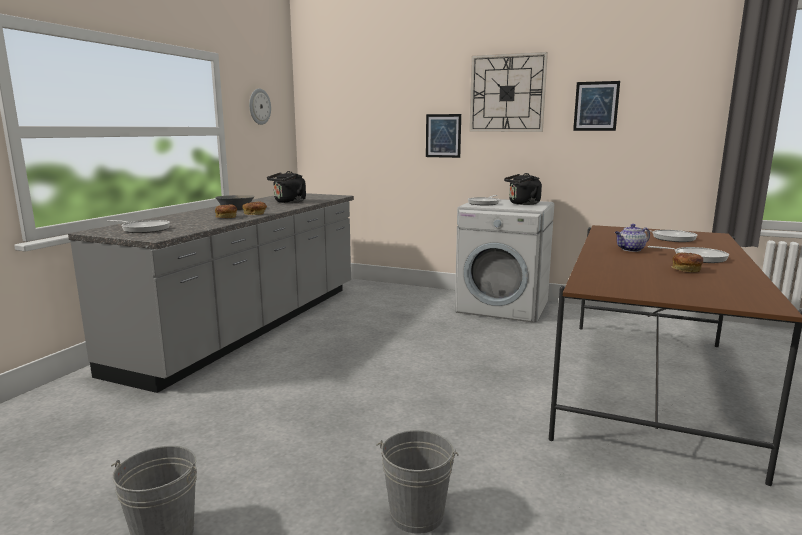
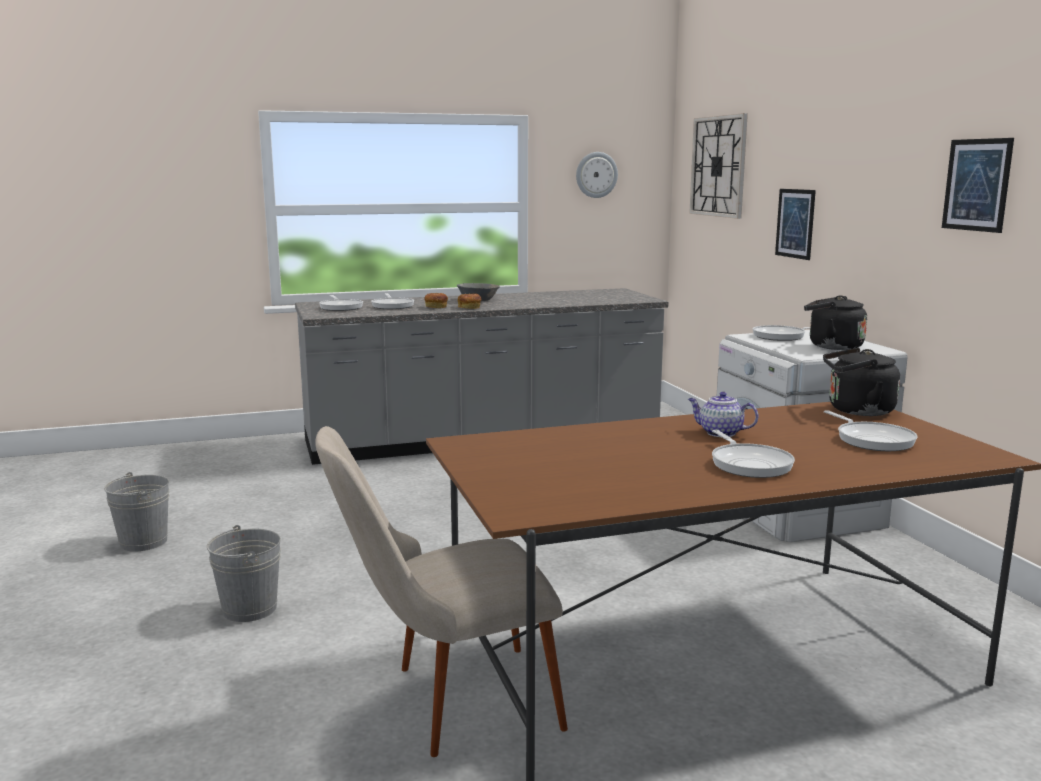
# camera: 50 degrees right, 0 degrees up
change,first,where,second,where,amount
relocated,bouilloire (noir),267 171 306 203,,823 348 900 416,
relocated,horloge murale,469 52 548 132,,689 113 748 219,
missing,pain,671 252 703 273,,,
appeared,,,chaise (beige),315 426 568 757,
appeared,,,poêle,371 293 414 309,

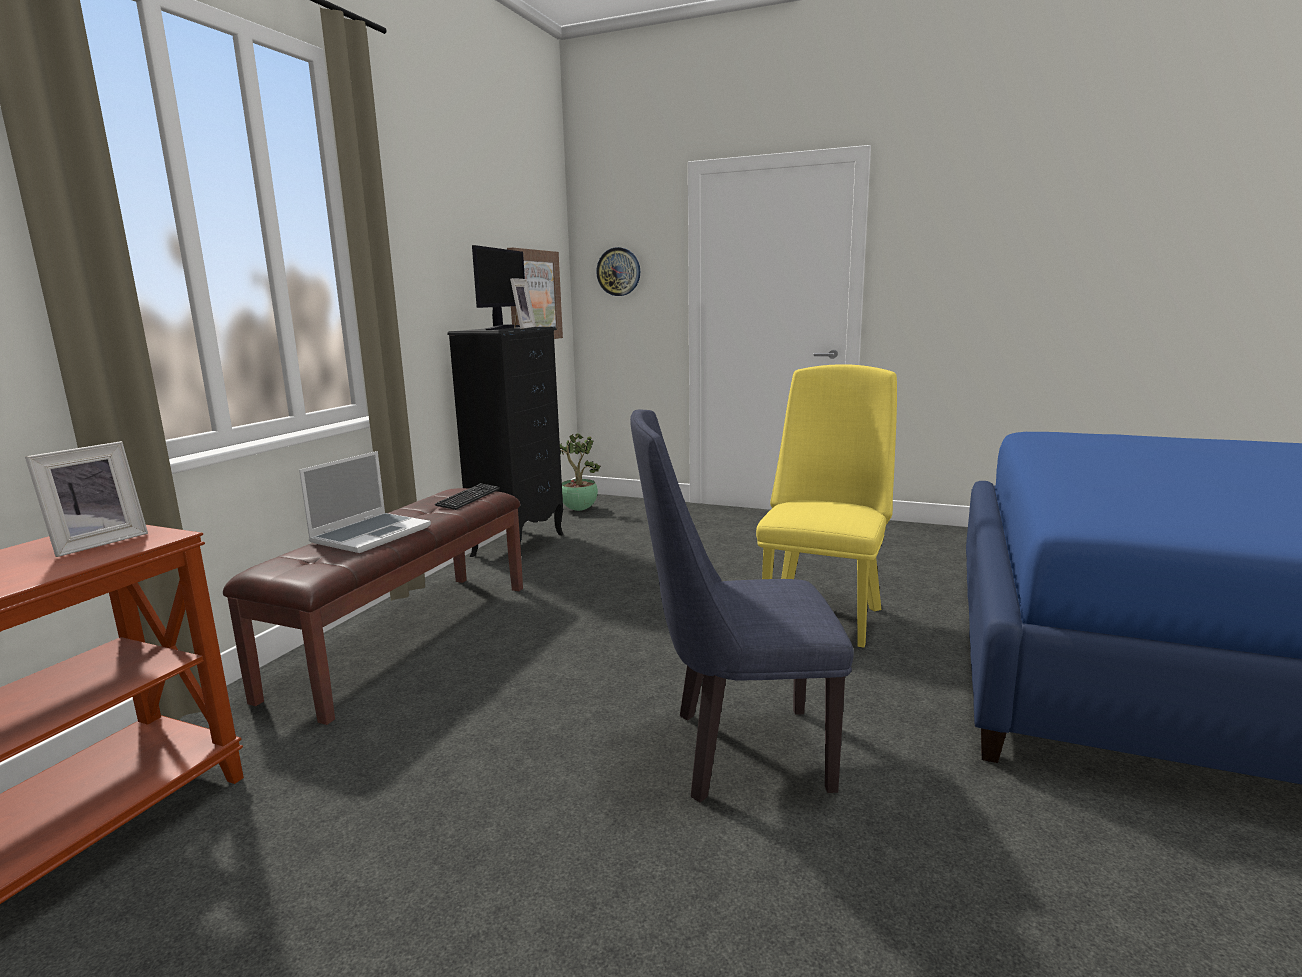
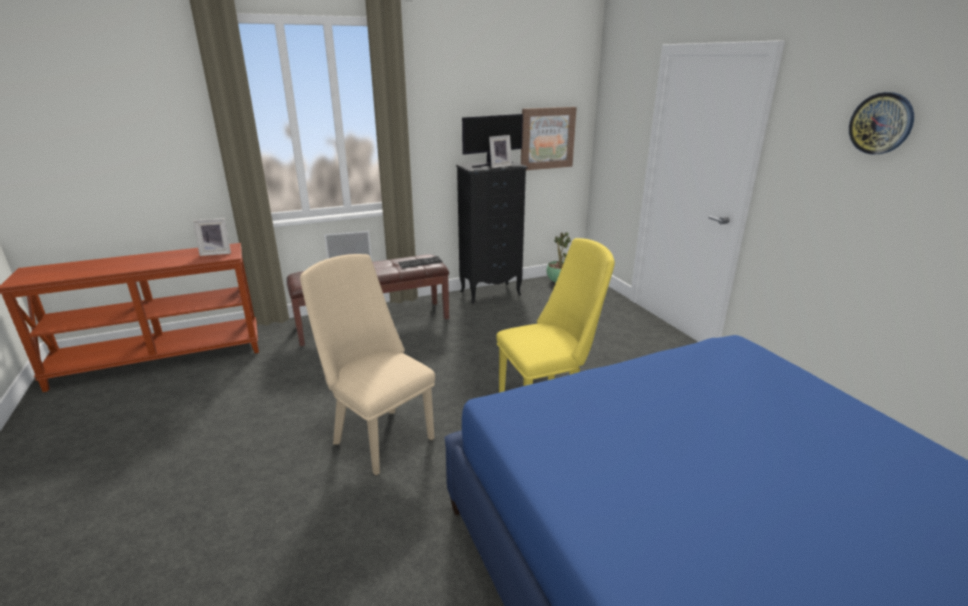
# camera: 45 degrees right, 10 degrees up
change,first,where,second,where,amount
relocated,horloge murale,596 247 640 296,,849 92 914 155,
colour,chaise (bleu),630 410 854 803,chaise (beige),300 254 435 475,

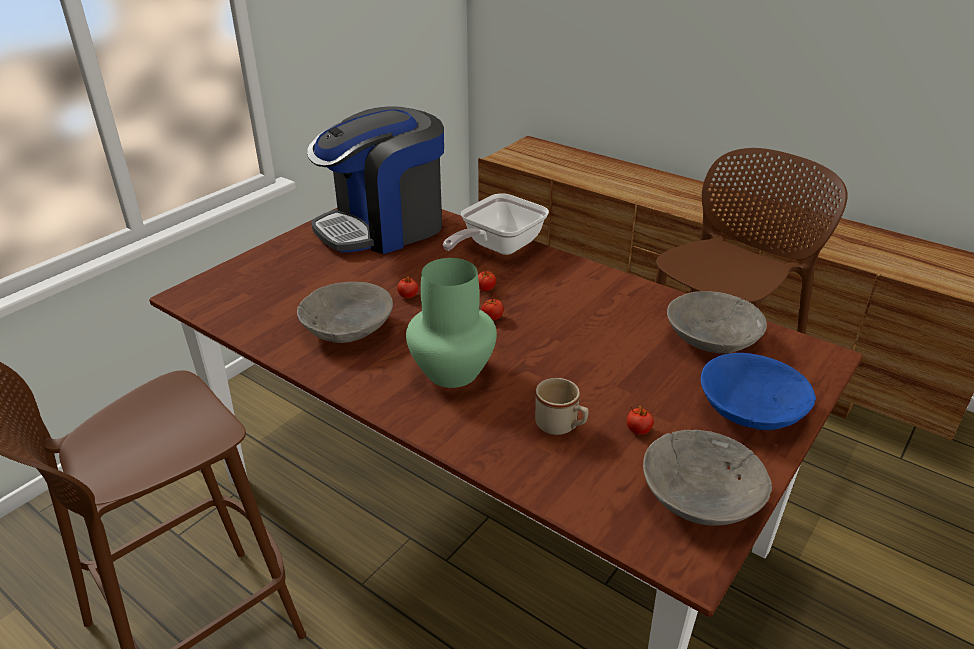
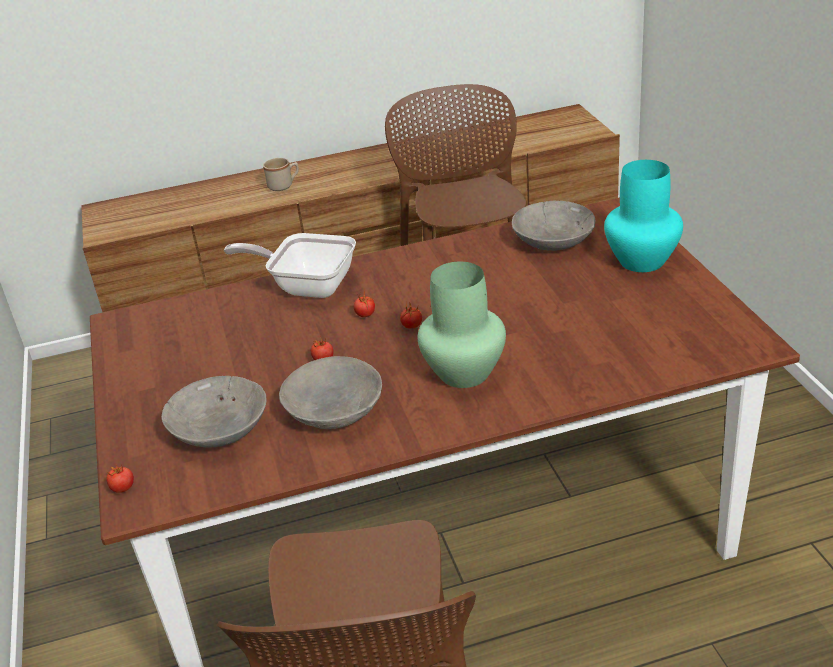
# camera: 50 degrees left, 0 degrees up
change,first,where,second,where,amount
missing,machine à café,307 106 444 254,,,
spun,poêle,443 193 549 255,,224 233 356 298,120 degrees clockwise
relocated,mug (beige),535 378 589 435,,263 158 299 191,
relocated,tomate,627 406 654 435,,106 464 134 493,
relocated,bol (gris),643 430 772 526,,161 376 266 447,
exchanged,bol (bleu),701 353 816 430,vase (turquoise),604 160 683 272,

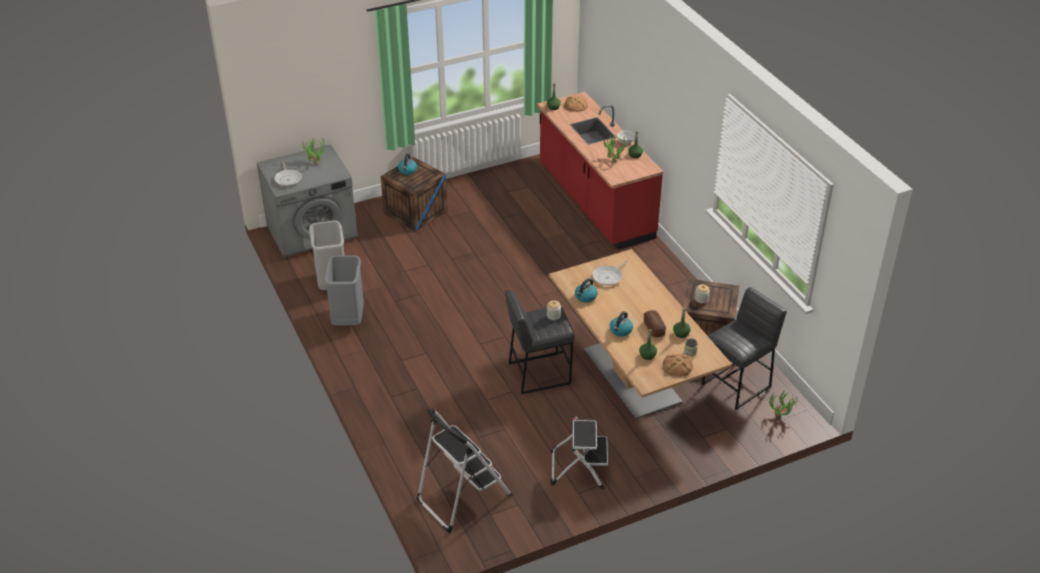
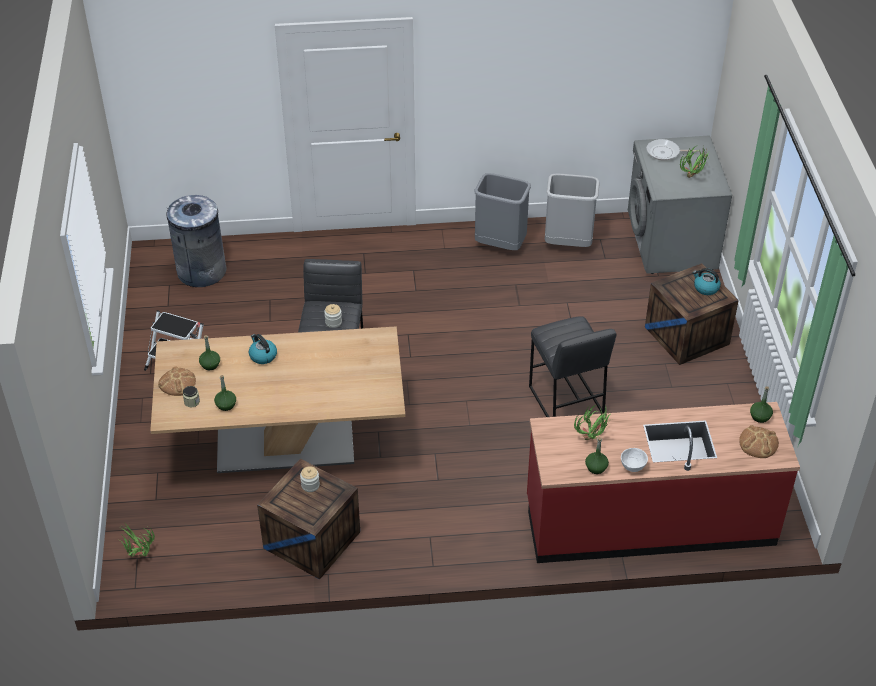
# camera: 110 degrees right, 5 degrees up
change,first,where,second,where,amount
exchanged,escabeau,417 409 512 533,poubelle (gris),166 195 226 287,
missing,bouilloire,575 278 597 303,,,
missing,poêle,592 261 628 286,,,
missing,pain,644 310 666 338,,,
relocated,tabouret (gris),702 287 787 410,,529 316 617 417,

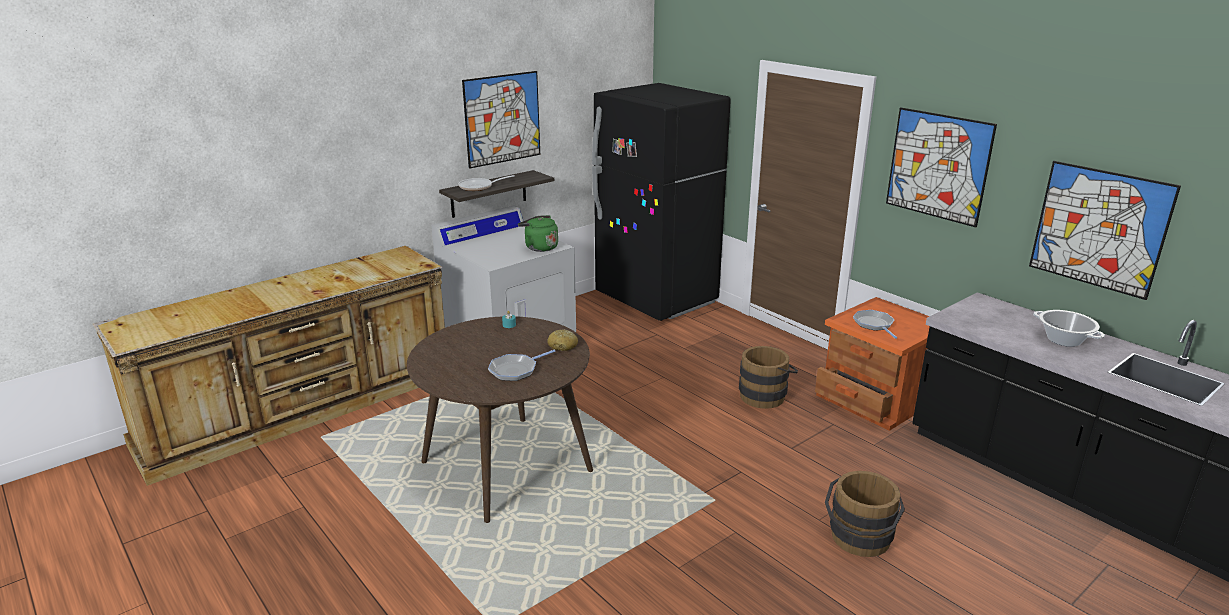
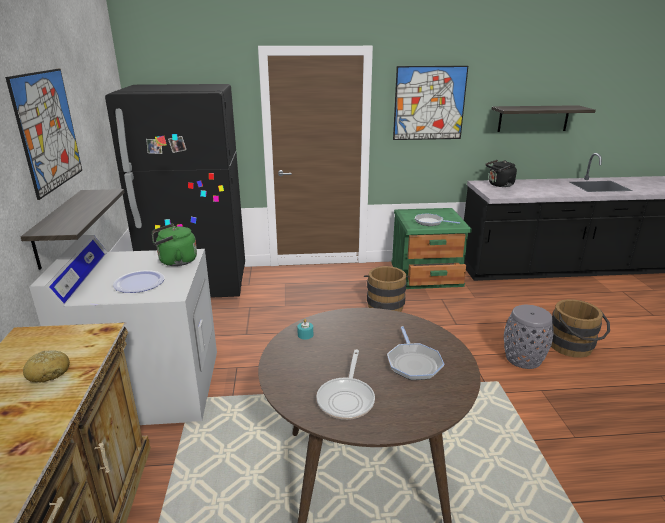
# camera: 55 degrees left, 0 degrees up
change,first,where,second,where,amount
relocated,poêle,459 175 515 191,,316 350 375 420,
relocated,pain,547 329 578 351,,23 350 70 382,
colour,table de chevet (orange),815 297 930 431,table de chevet (vert),391 208 472 289,
exchanged,tableau,1029 161 1181 300,étagère,492 105 596 132,
missing,marmite,1033 310 1105 347,,,
appeared,,,assiette,113 270 165 293,
appeared,,,bouilloire (noir),486 160 517 187,
appeared,,,tabouret (gris),504 305 553 369,

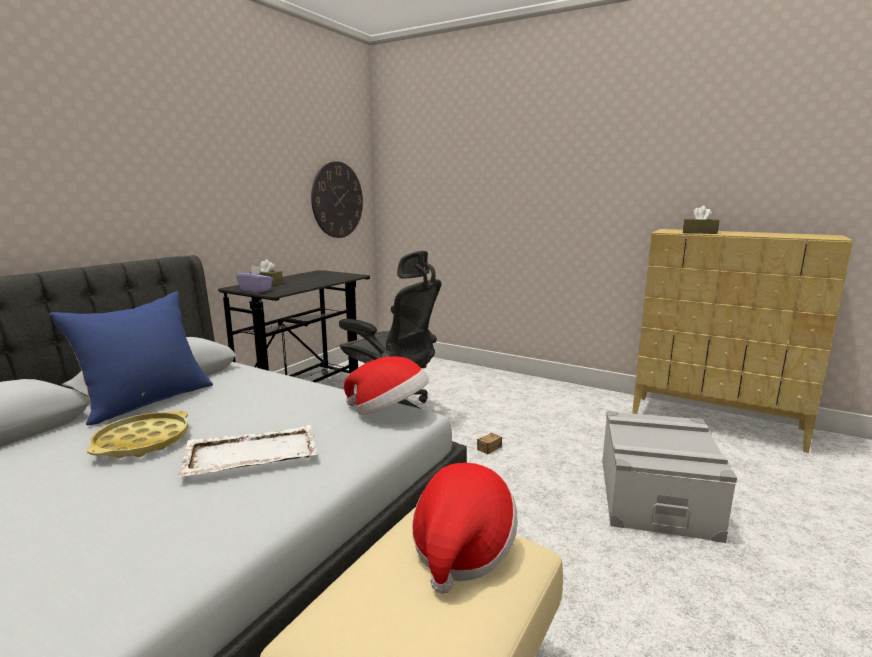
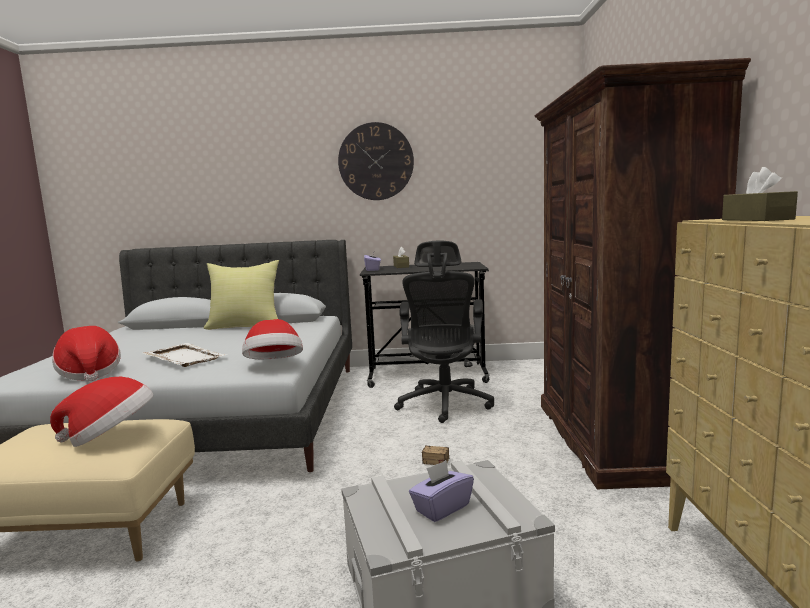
# camera: 60 degrees right, 5 degrees down
change,first,where,second,where,amount
colour,coussin (bleu),49 291 213 425,coussin (jaune),204 260 279 330,
missing,plateau (jaune),87 410 188 458,,,
relocated,horloge murale,311 161 363 238,,338 122 414 200,
appeared,,,chapeau,52 326 121 381,
appeared,,,boîte à mouchoirs (violet),409 460 474 522,
appeared,,,armoire (marron),535 58 751 489,

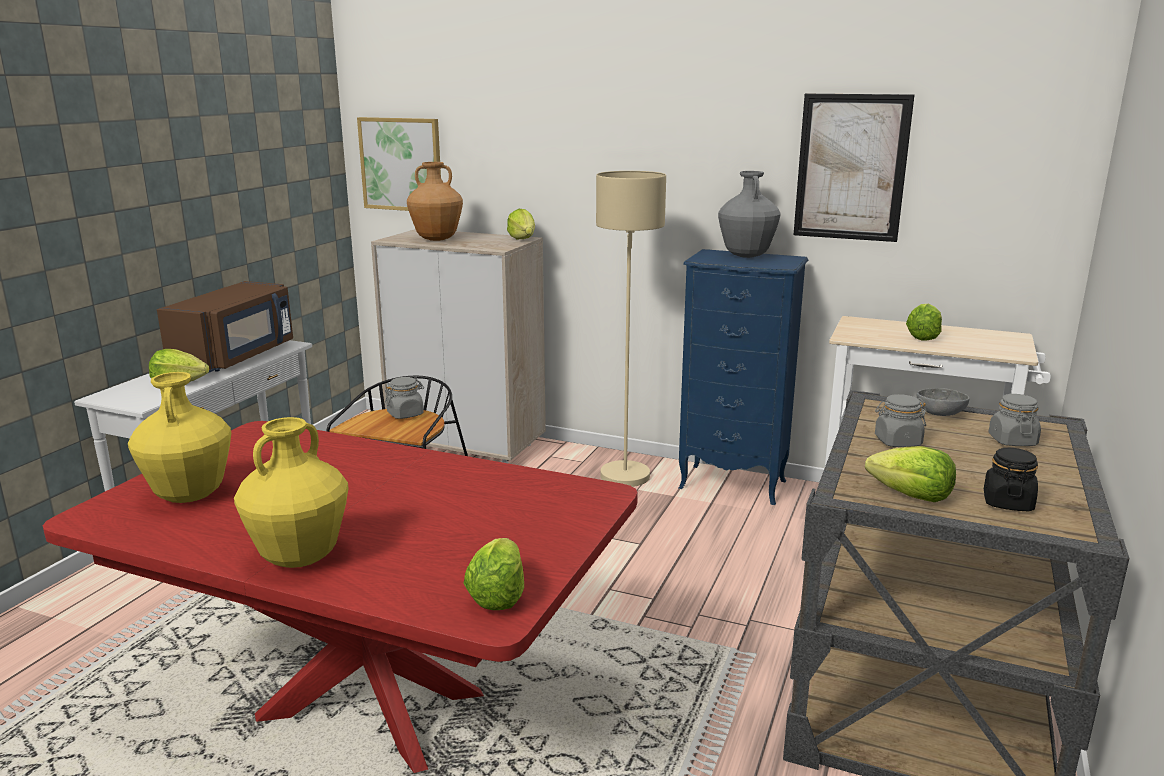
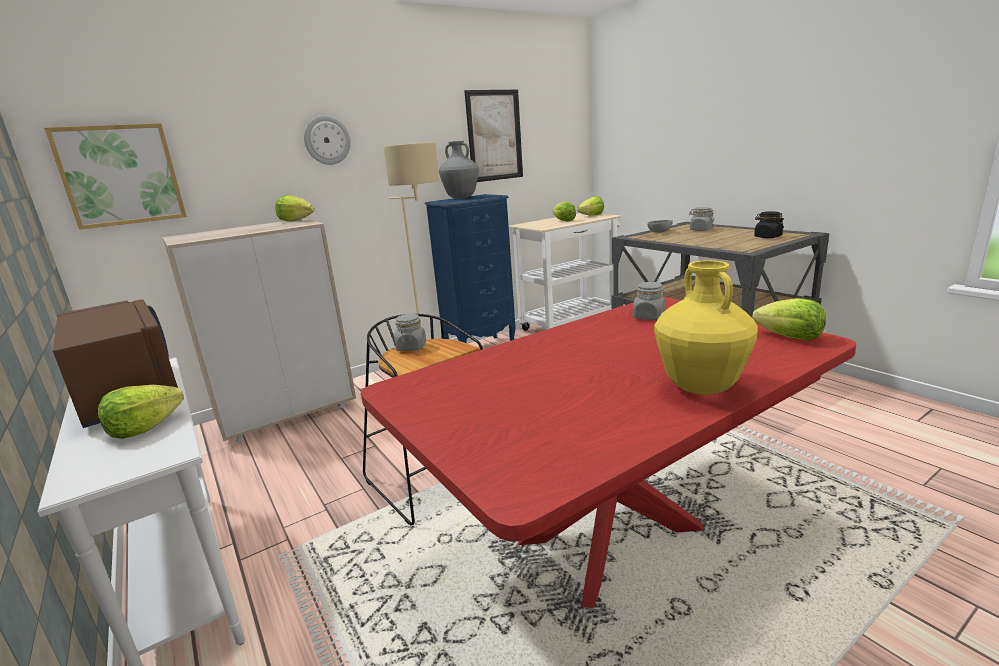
# camera: 55 degrees left, 0 degrees up
change,first,where,second,where,amount
missing,vase (jaune),128 372 231 503,,,
missing,vase (marron),407 162 463 241,,,
relocated,laitue,865 446 956 502,,577 196 604 216,
relocated,bocal (gris),875 394 927 447,,633 282 666 320,
appeared,,,horloge murale,304 116 351 165,

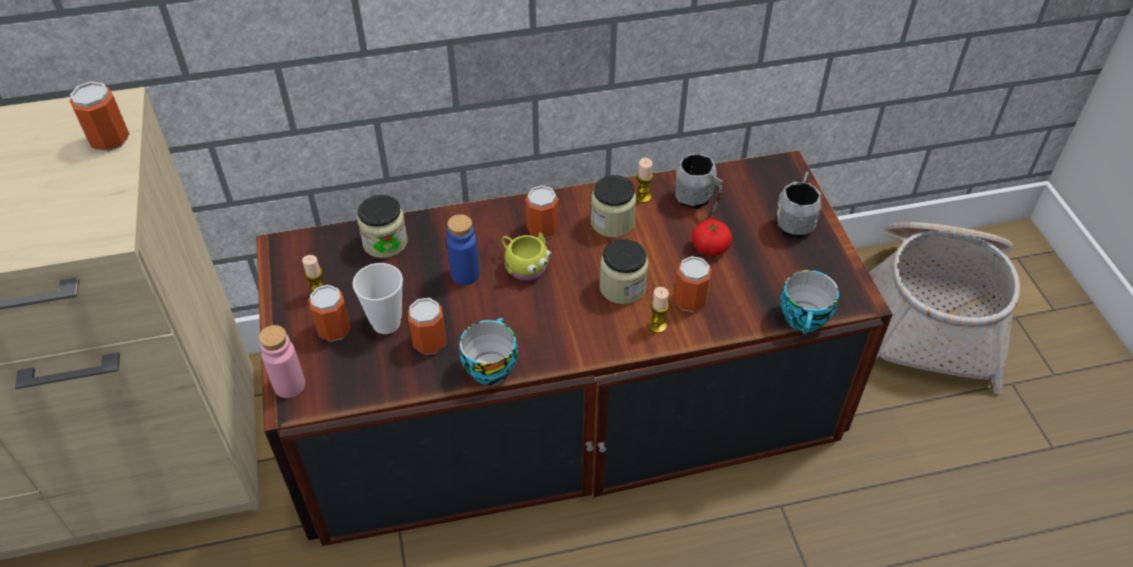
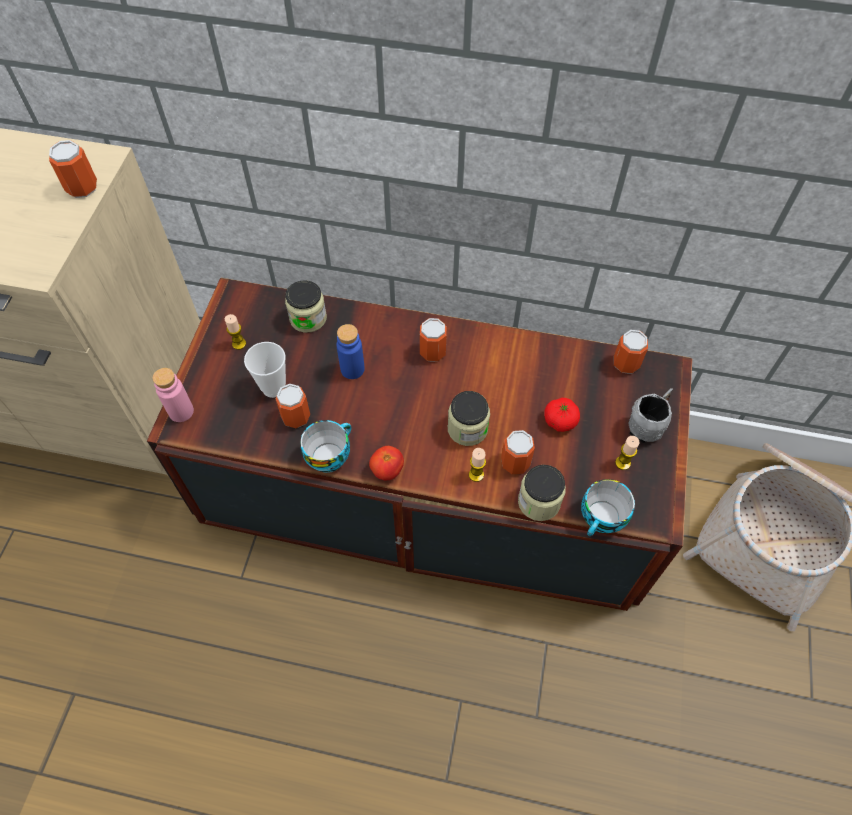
# camera: 25 degrees right, 10 degrees up
change,first,where,second,where,amount
relocated,boîte métallique,308 285 351 342,,614 330 648 374,
missing,mug (jaune),502 232 552 281,,,
relocated,bocal,591 175 636 237,,518 465 566 521,
relocated,bougie,636 158 653 203,,615 436 640 470,
missing,mug (gris),675 153 723 213,,,
appeared,,,tomate,369 446 404 480,

